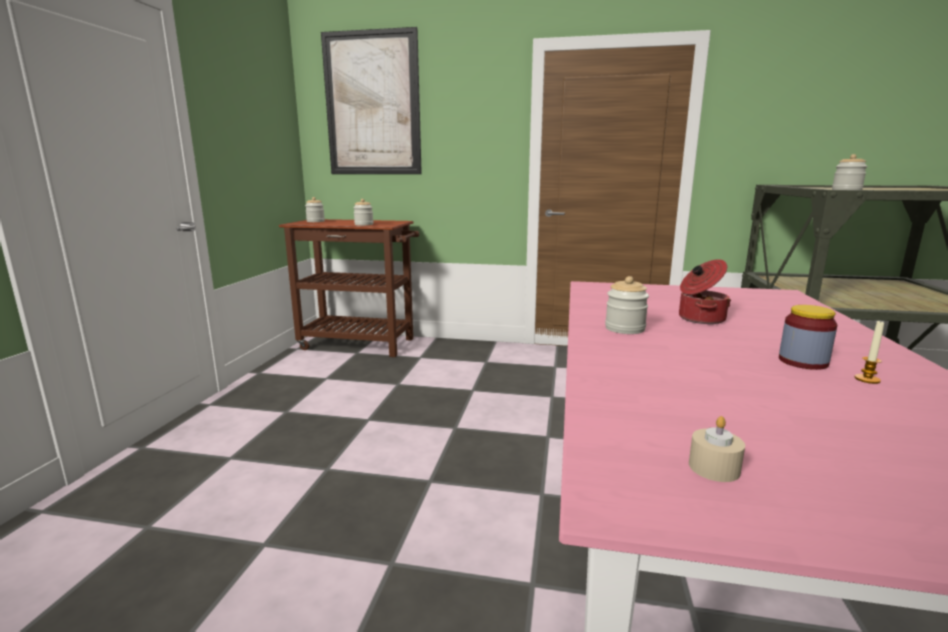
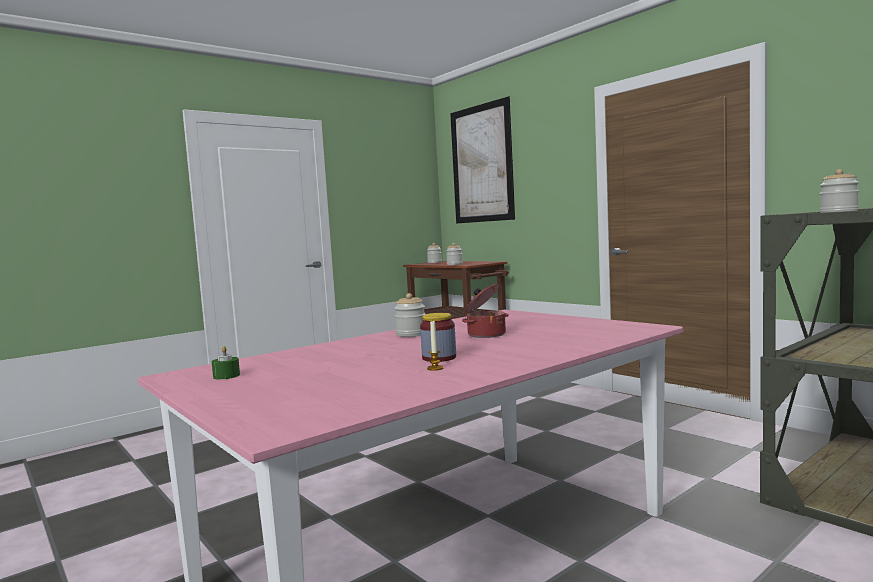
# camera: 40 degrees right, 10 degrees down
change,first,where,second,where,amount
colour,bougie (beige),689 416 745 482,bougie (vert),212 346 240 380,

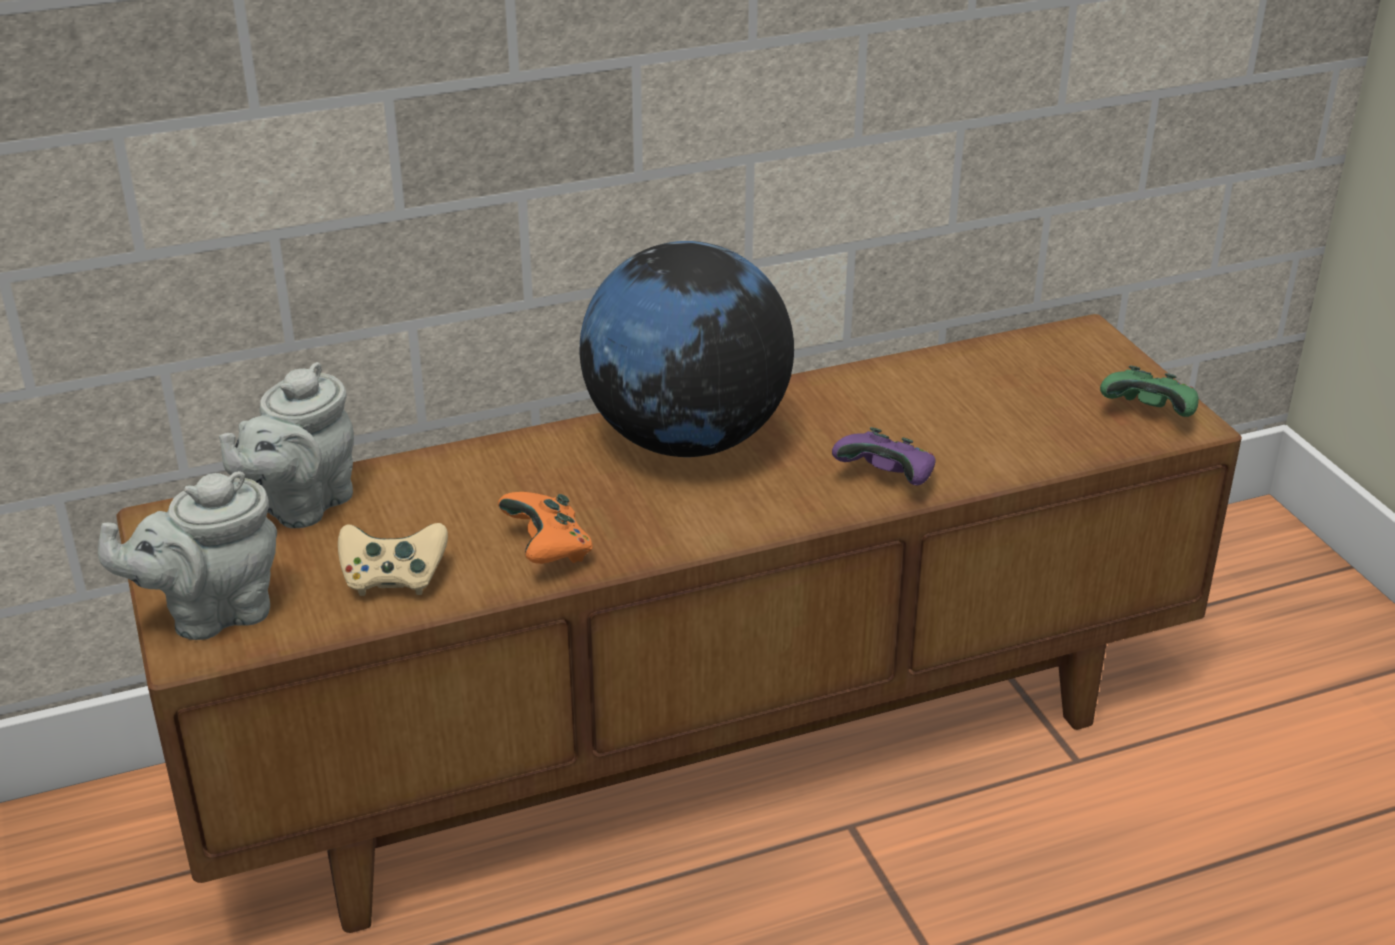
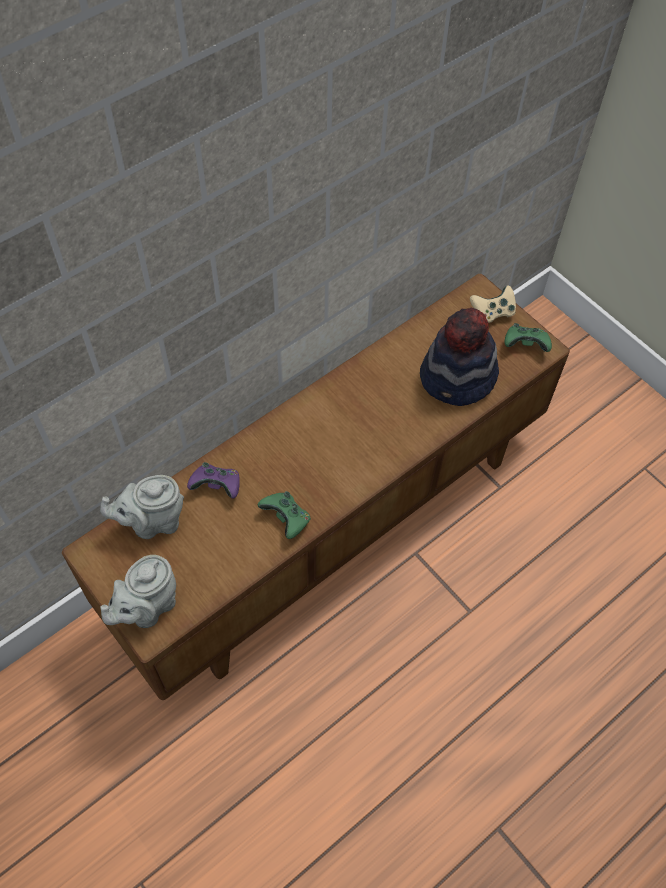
# camera: 20 degrees left, 25 degrees up
change,first,where,second,where,amount
spun,théière (gris),219 362 354 528,,100 475 184 539,60 degrees clockwise
relocated,manette (beige),338 523 448 596,,470 285 516 323,
colour,manette (orange),498 492 593 564,manette (vert),258 491 311 539,
missing,globe,580 241 794 457,,,
relocated,manette (violet),832 427 936 485,,187 462 240 499,
appeared,,,chapeau,420 308 499 406,

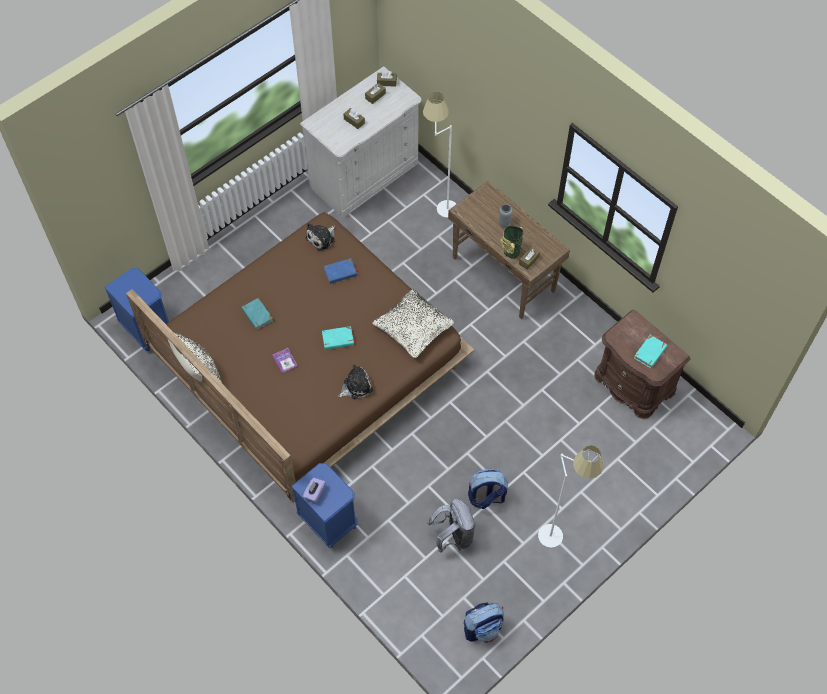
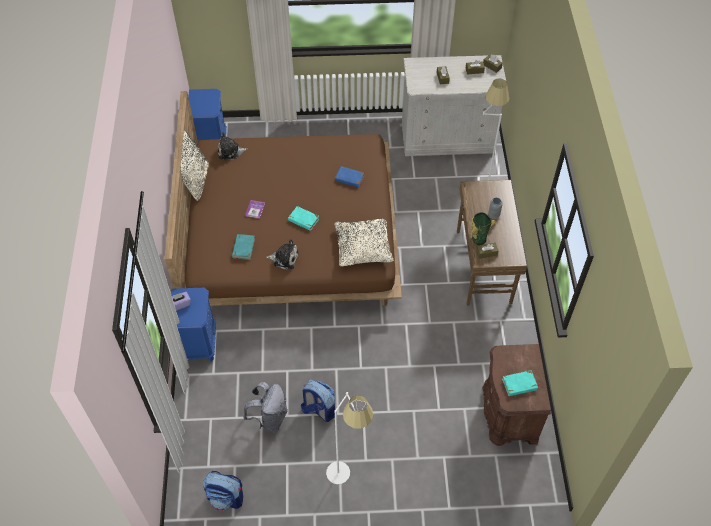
# camera: 40 degrees right, 5 degrees down
change,first,where,second,where,amount
relocated,livre (turquoise),241 298 273 332,,232 234 255 263,
relocated,peluche,305 223 335 251,,218 132 248 160,

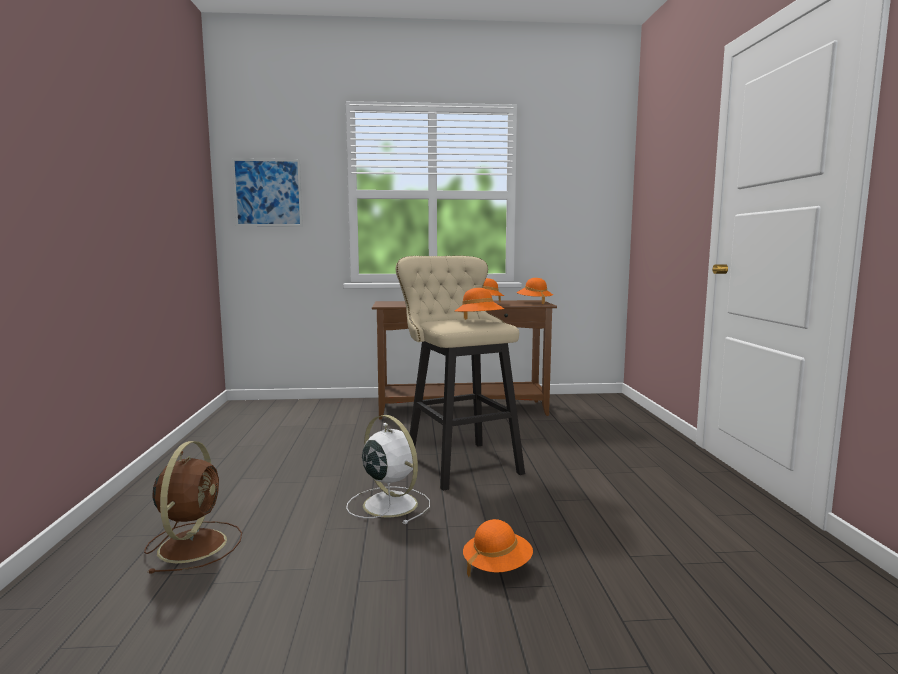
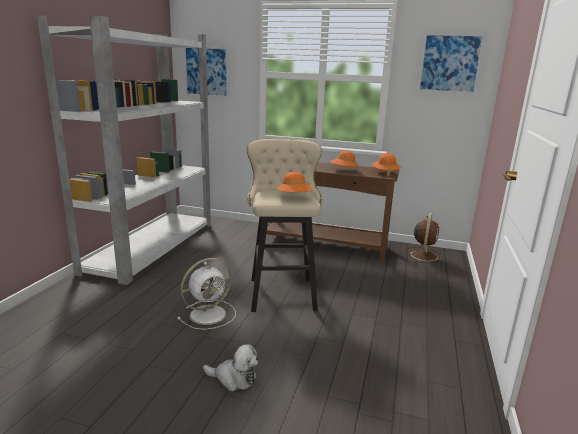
# camera: 20 degrees right, 10 degrees up
change,first,where,second,where,amount
relocated,ventilateur (marron),144 441 242 573,,405 213 444 264,
spun,ventilateur (blanc),346 415 430 524,,177 258 236 330,75 degrees clockwise
exchanged,chapeau (orange),463 519 533 577,peluche,203 344 258 391,
appeared,,,bibliothèque (blanc),37 15 211 285,
appeared,,,tableau,418 33 485 94,

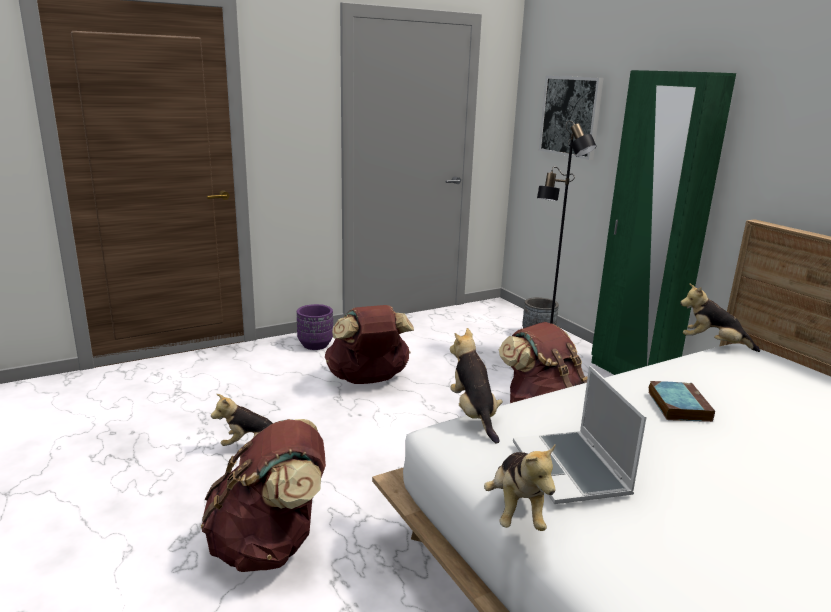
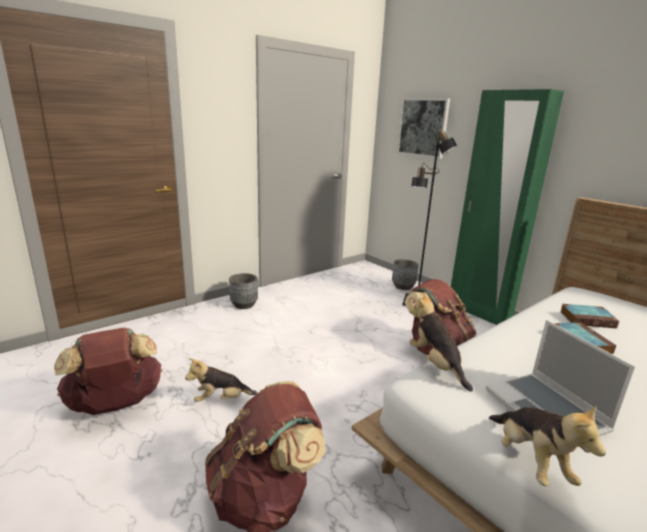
# camera: 10 degrees left, 0 degrees up
change,first,where,second,where,amount
colour,cache-pot (violet),297 304 333 350,cache-pot (gris),229 273 258 309,
relocated,sac à dos (marron),325 305 414 384,,54 328 162 415,
missing,peluche,680 283 760 352,,,
appeared,,,livre,560 304 619 328,

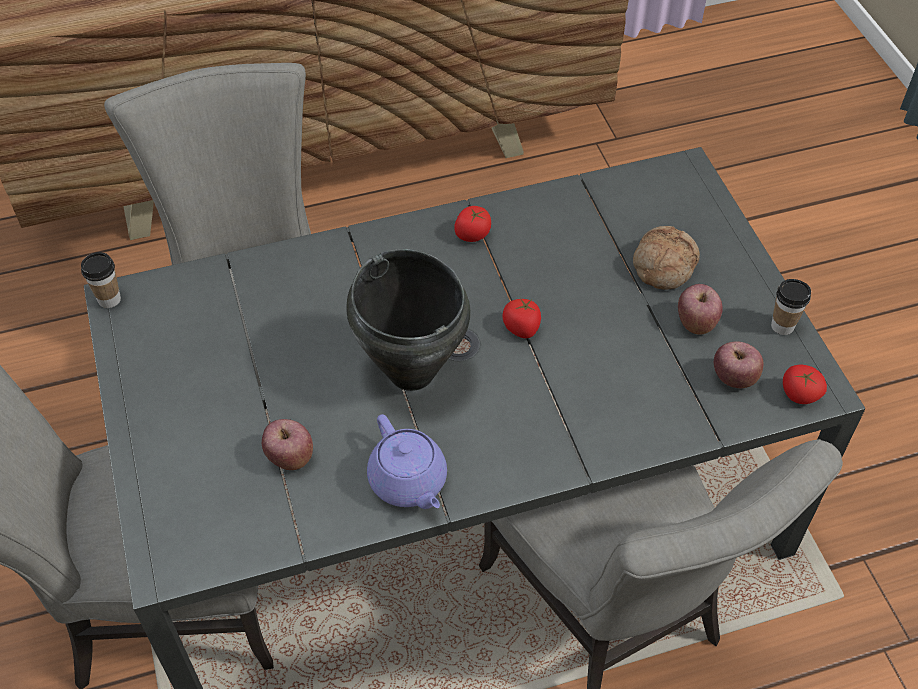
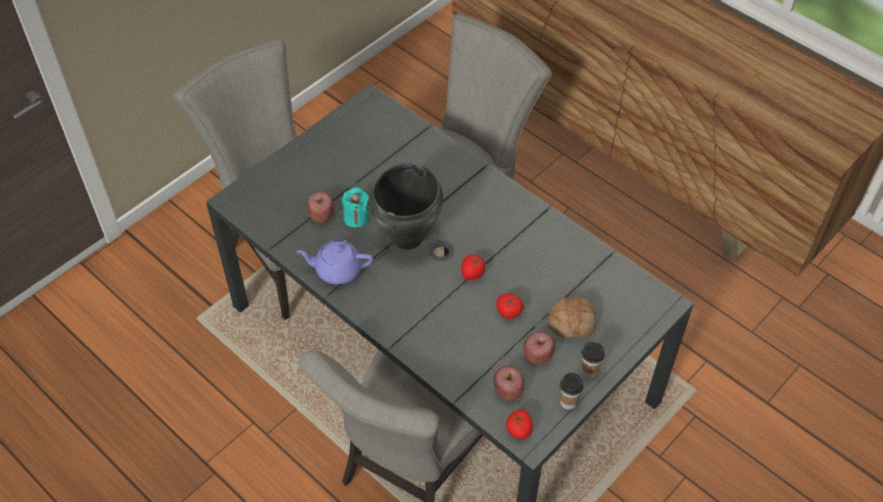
# camera: 60 degrees right, 0 degrees up
change,first,where,second,where,amount
relocated,tasse,81 252 121 308,,581 342 605 378,
spun,théière (violet),367 414 447 509,,296 239 373 284,60 degrees clockwise
relocated,tomate,454 206 491 242,,496 294 524 319,
appeared,,,bougie (turquoise),342 187 370 228,

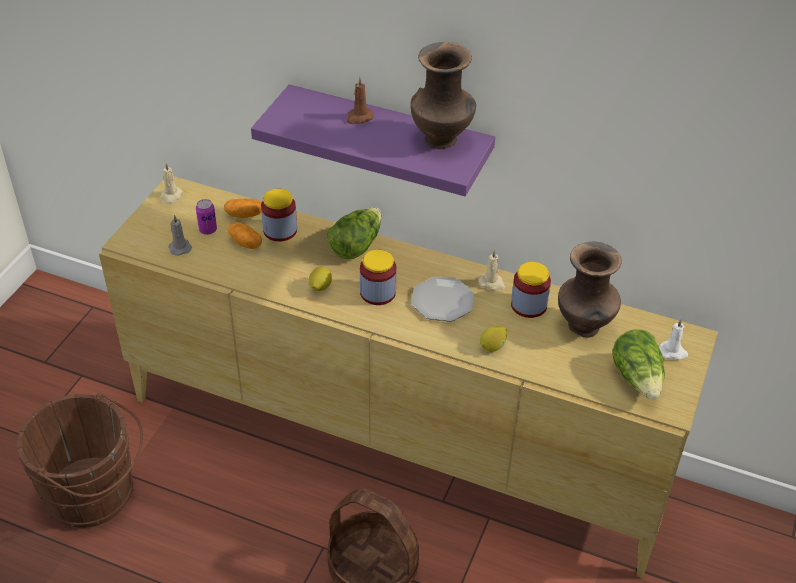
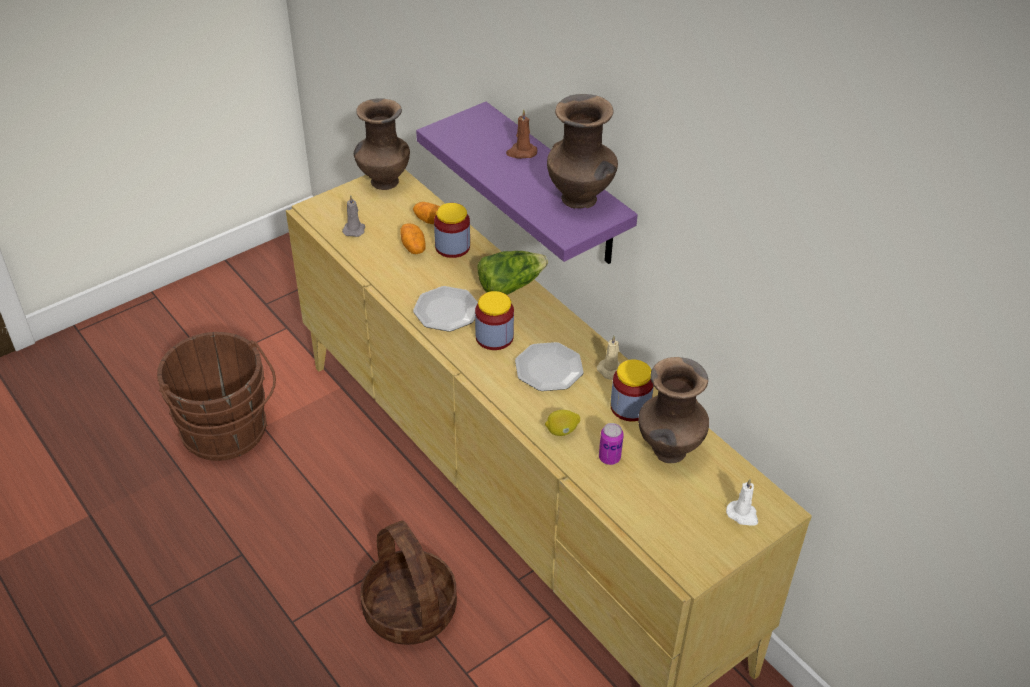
# camera: 30 degrees right, 0 degrees up
change,first,where,second,where,amount
exchanged,bougie (beige),161 163 183 204,vase (marron),354 98 410 190,
relocated,boîte métallique,196 199 217 235,,599 423 624 465,
exchanged,citron,309 267 332 291,assiette,413 286 478 332,
missing,laitue,612 329 665 400,,,

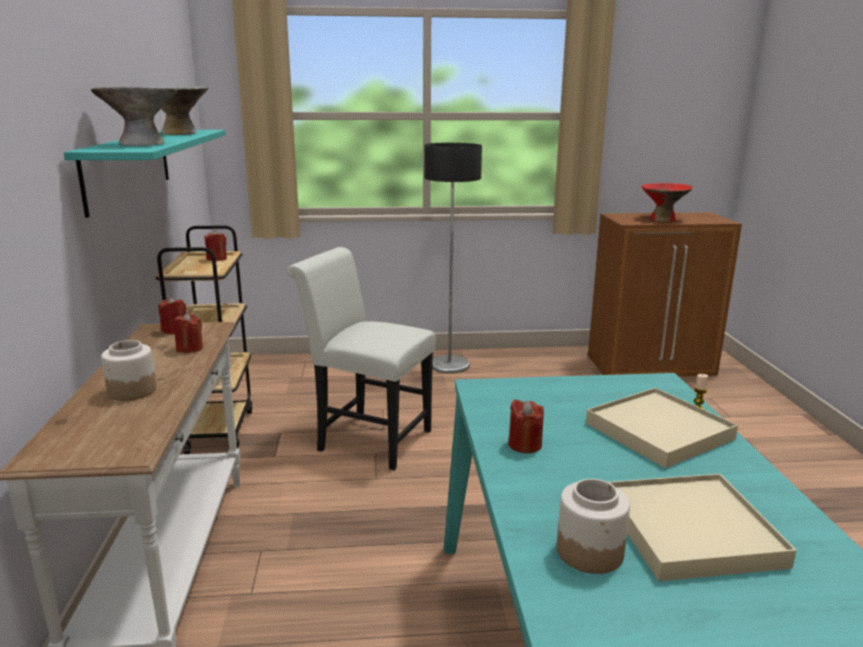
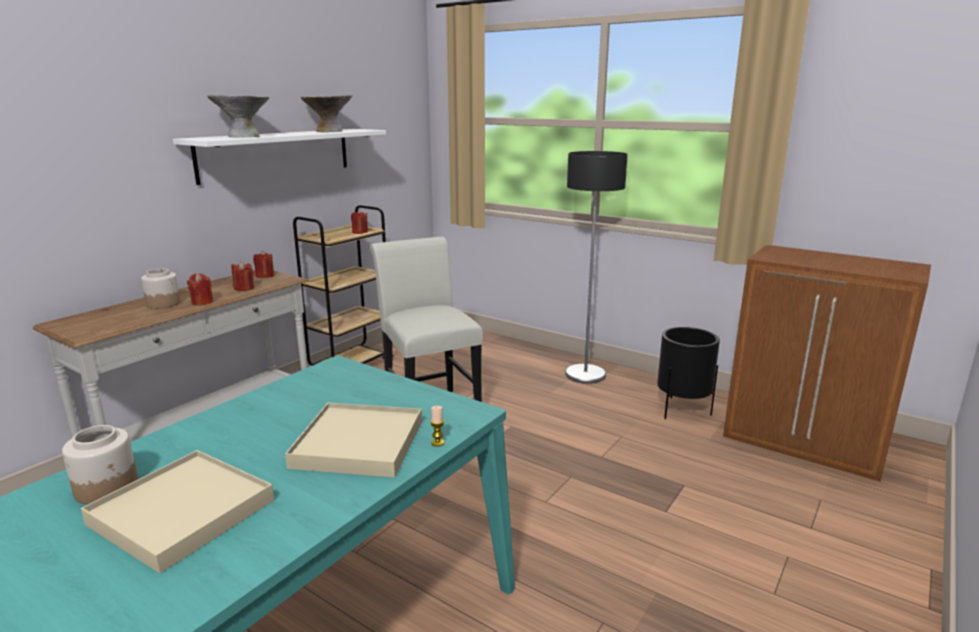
# camera: 40 degrees right, 0 degrees up
change,first,where,second,where,amount
colour,étagère (turquoise),64 130 226 218,étagère (blanc),173 129 386 185,
relocated,bougie (rouge),508 399 544 453,,187 273 214 306,
missing,bol (rouge),641 183 693 222,,,
appeared,,,cache-pot (noir),657 327 720 419,

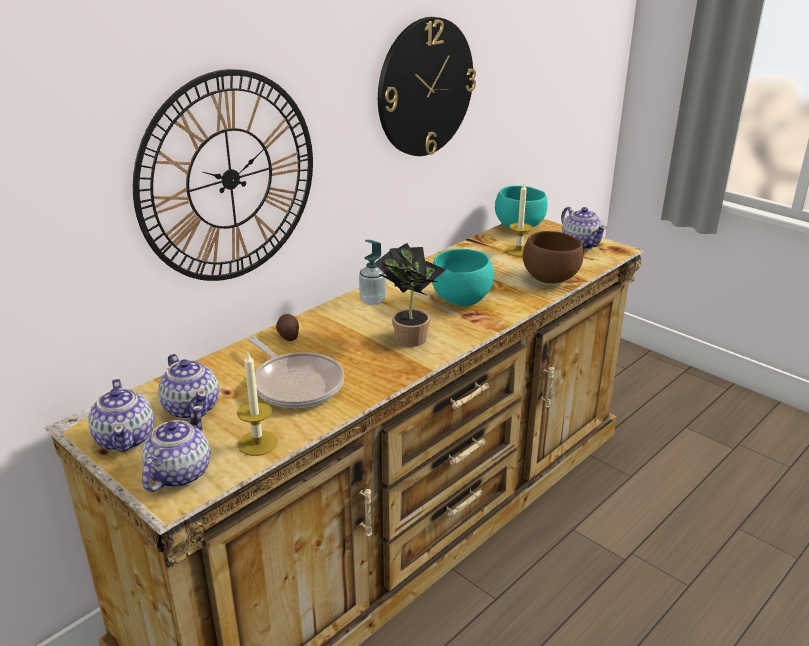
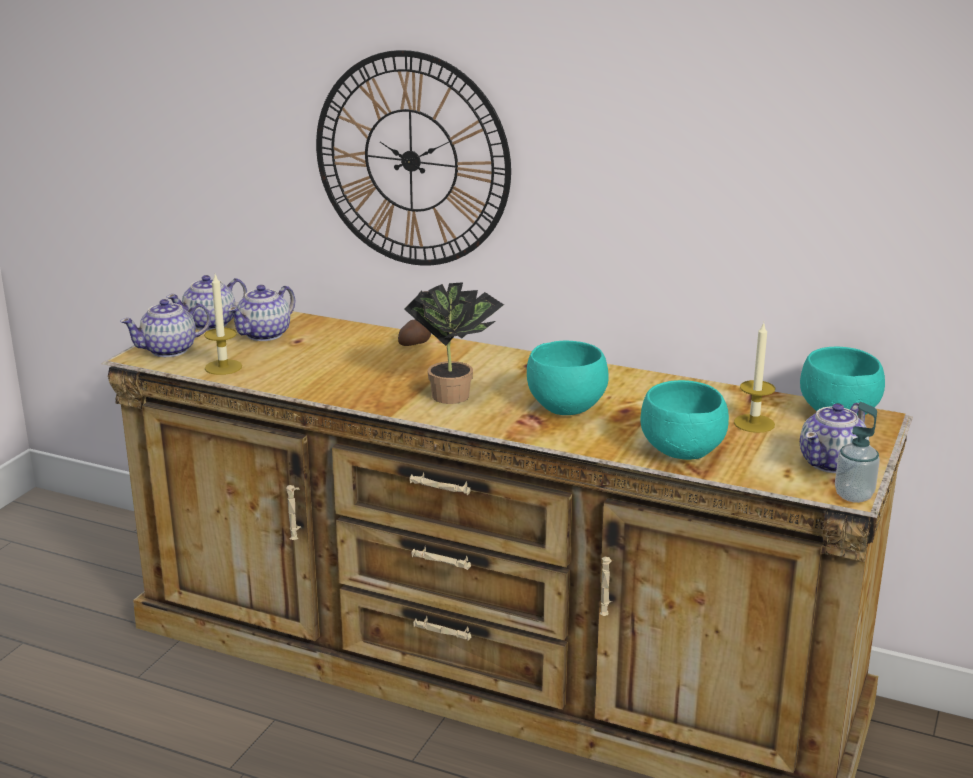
# camera: 70 degrees right, 5 degrees down
change,first,where,second,where,amount
spun,théière,141 405 210 492,,120 299 211 357,150 degrees clockwise
missing,poêle,248 336 344 408,,,
relocated,distributeur de savon,359 240 386 305,,835 402 880 503,
missing,horloge murale,378 17 476 156,,,
colour,bol (marron),523 231 584 283,bol (turquoise),640 380 729 460,

